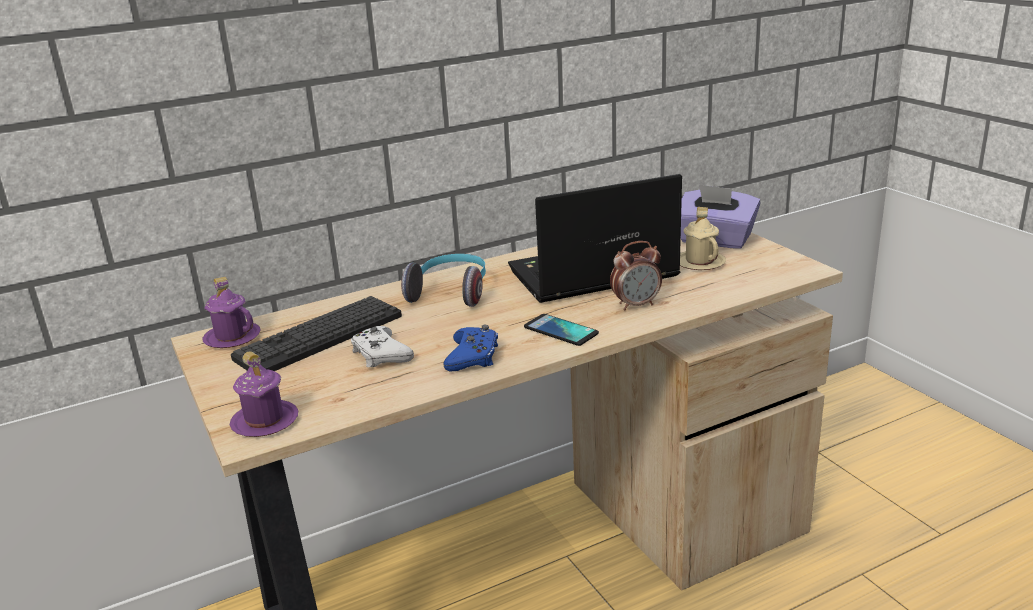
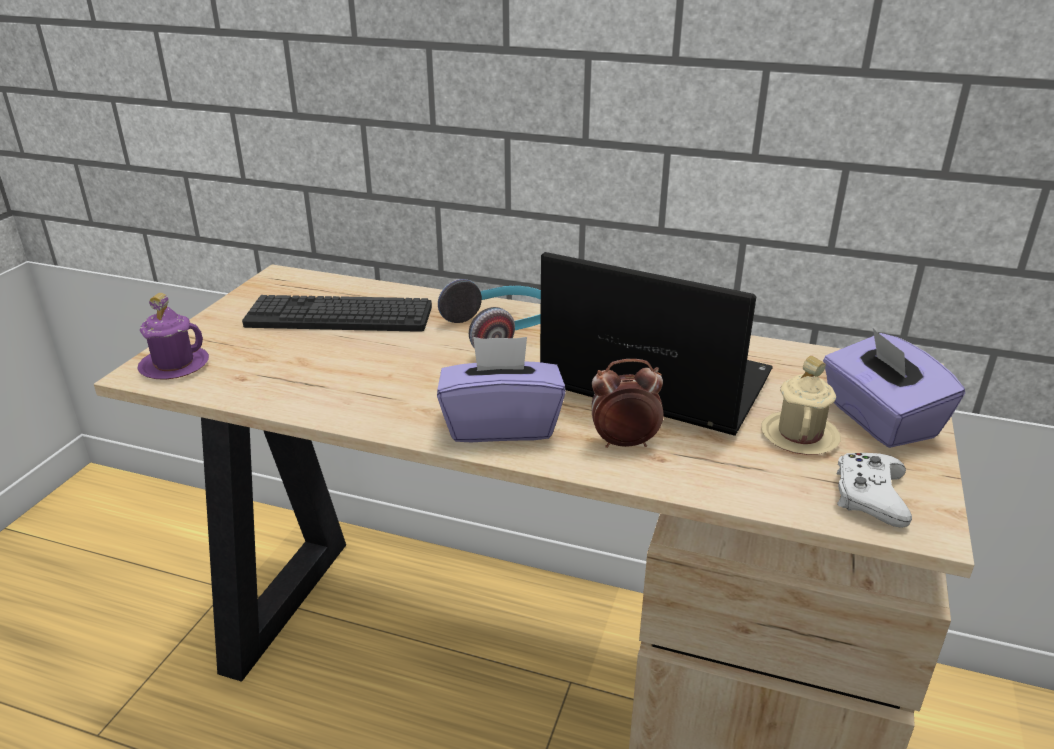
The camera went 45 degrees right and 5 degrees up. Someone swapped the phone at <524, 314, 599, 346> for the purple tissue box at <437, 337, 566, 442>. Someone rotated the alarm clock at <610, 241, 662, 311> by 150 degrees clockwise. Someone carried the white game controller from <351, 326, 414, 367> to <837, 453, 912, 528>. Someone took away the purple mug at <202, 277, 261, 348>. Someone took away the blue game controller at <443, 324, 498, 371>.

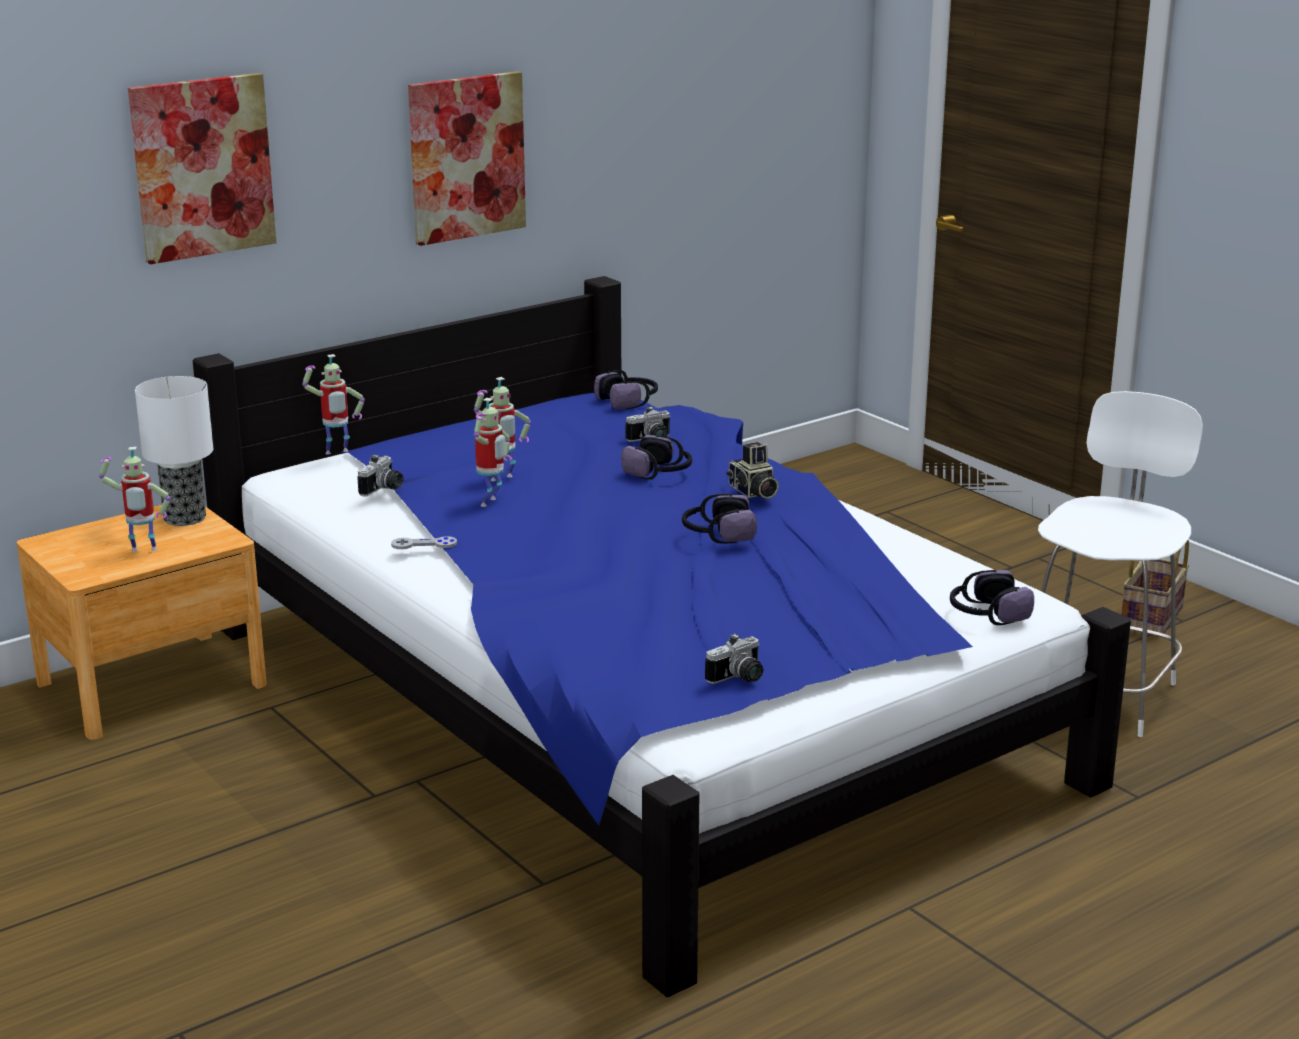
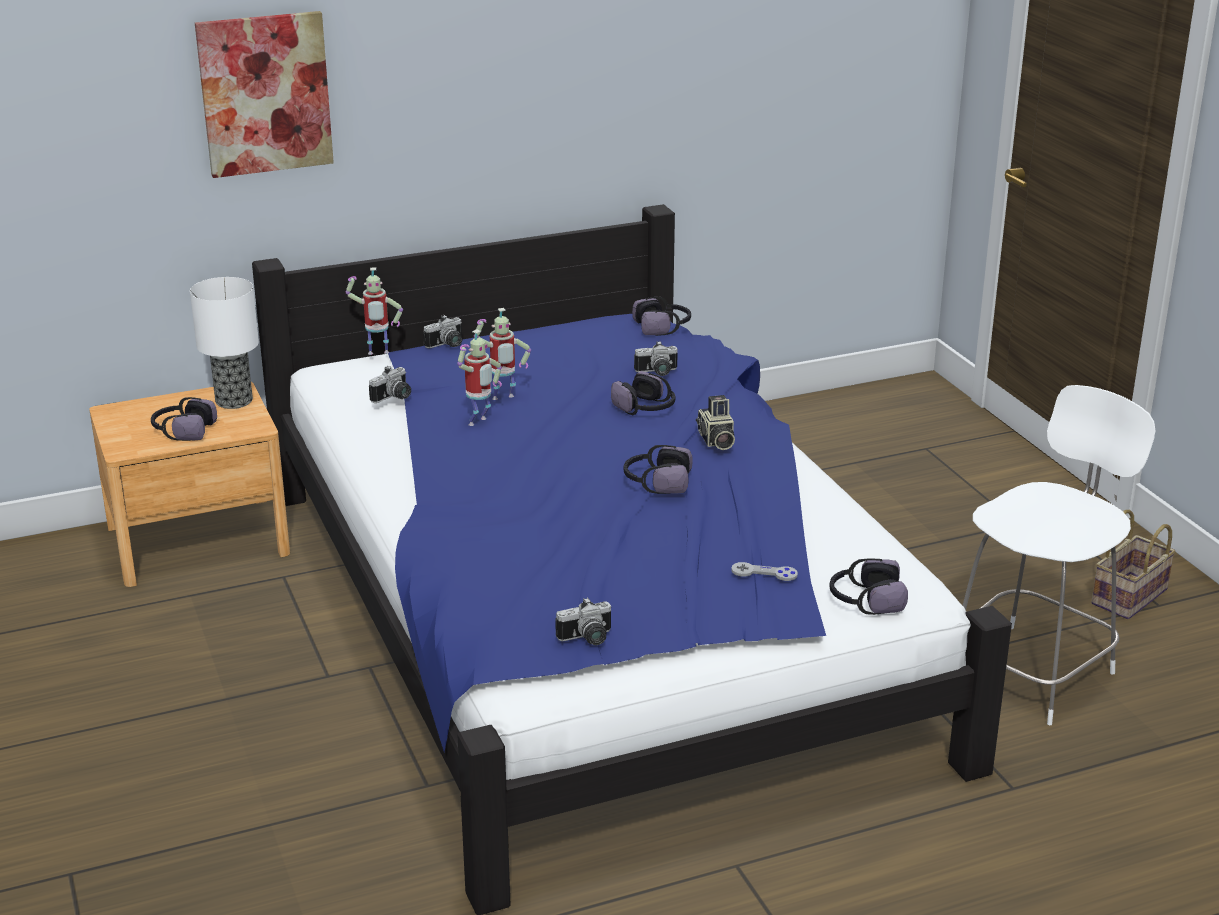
The camera went 15 degrees right and 5 degrees up. Someone swapped the toy robot at <99, 447, 171, 552> for the headphones at <151, 397, 217, 441>. Someone put down the photo camera at <423, 315, 462, 349>. Someone carried the grey game controller from <391, 536, 457, 549> to <731, 562, 798, 581>. Someone took away the picture at <408, 71, 526, 246>.

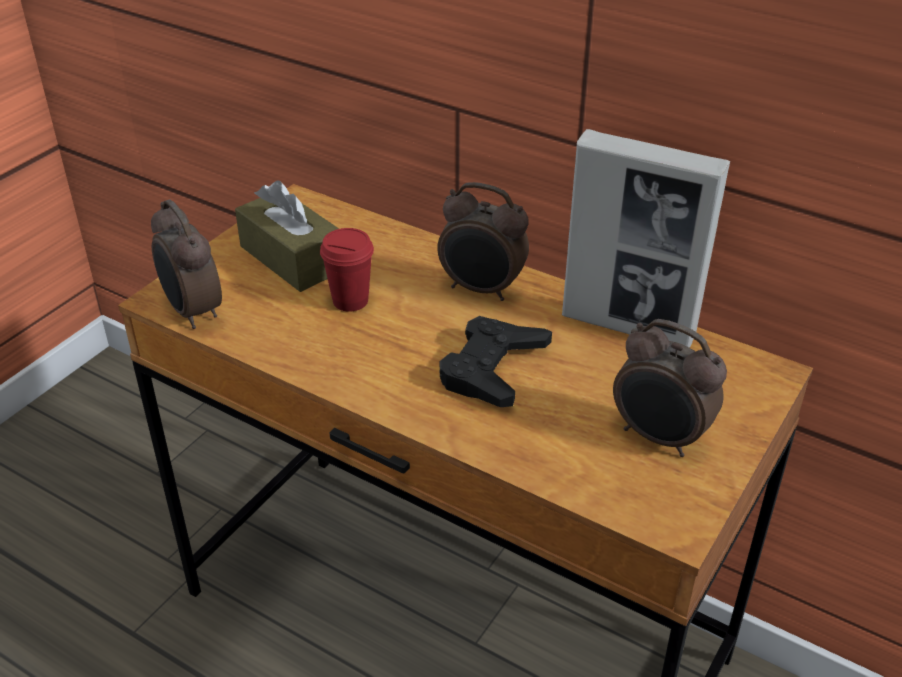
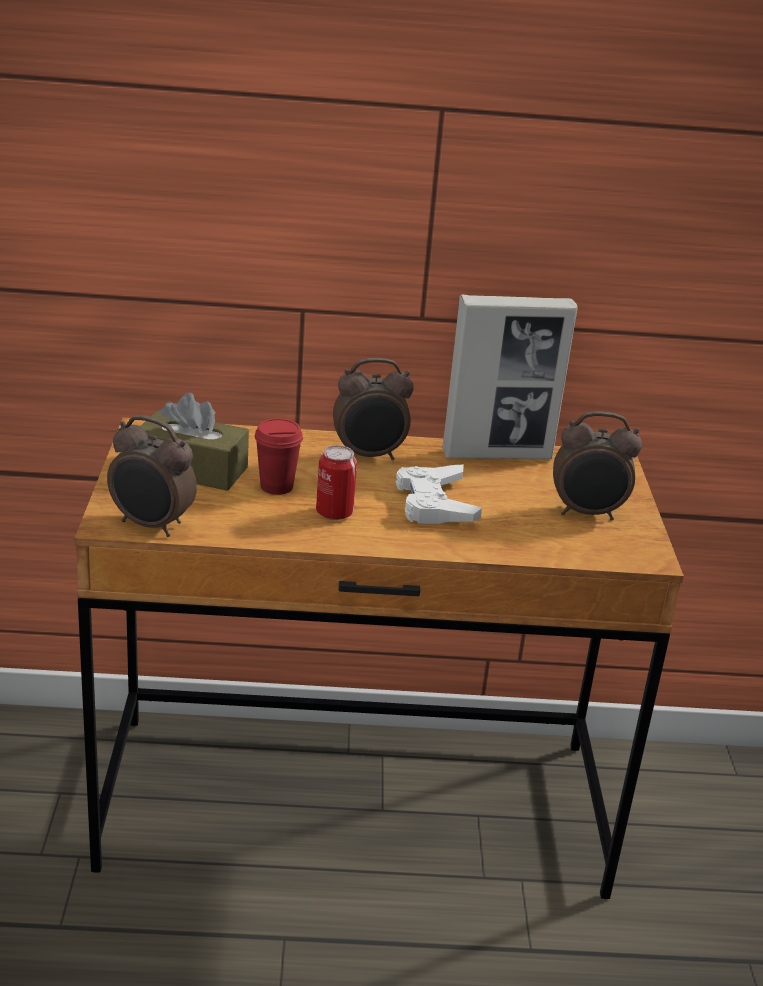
The camera went 35 degrees left and 10 degrees down. Someone put down the can at <316, 445, 357, 520>. Someone repainted the black game controller at <439, 316, 552, 407>, which became the white game controller at <396, 465, 482, 524>.

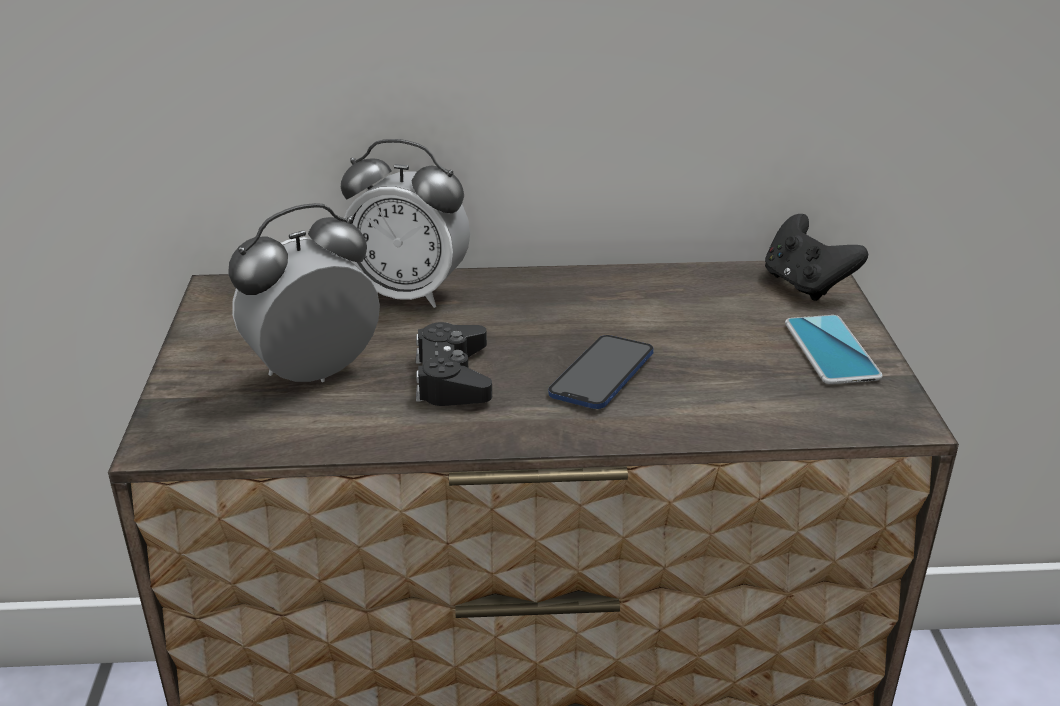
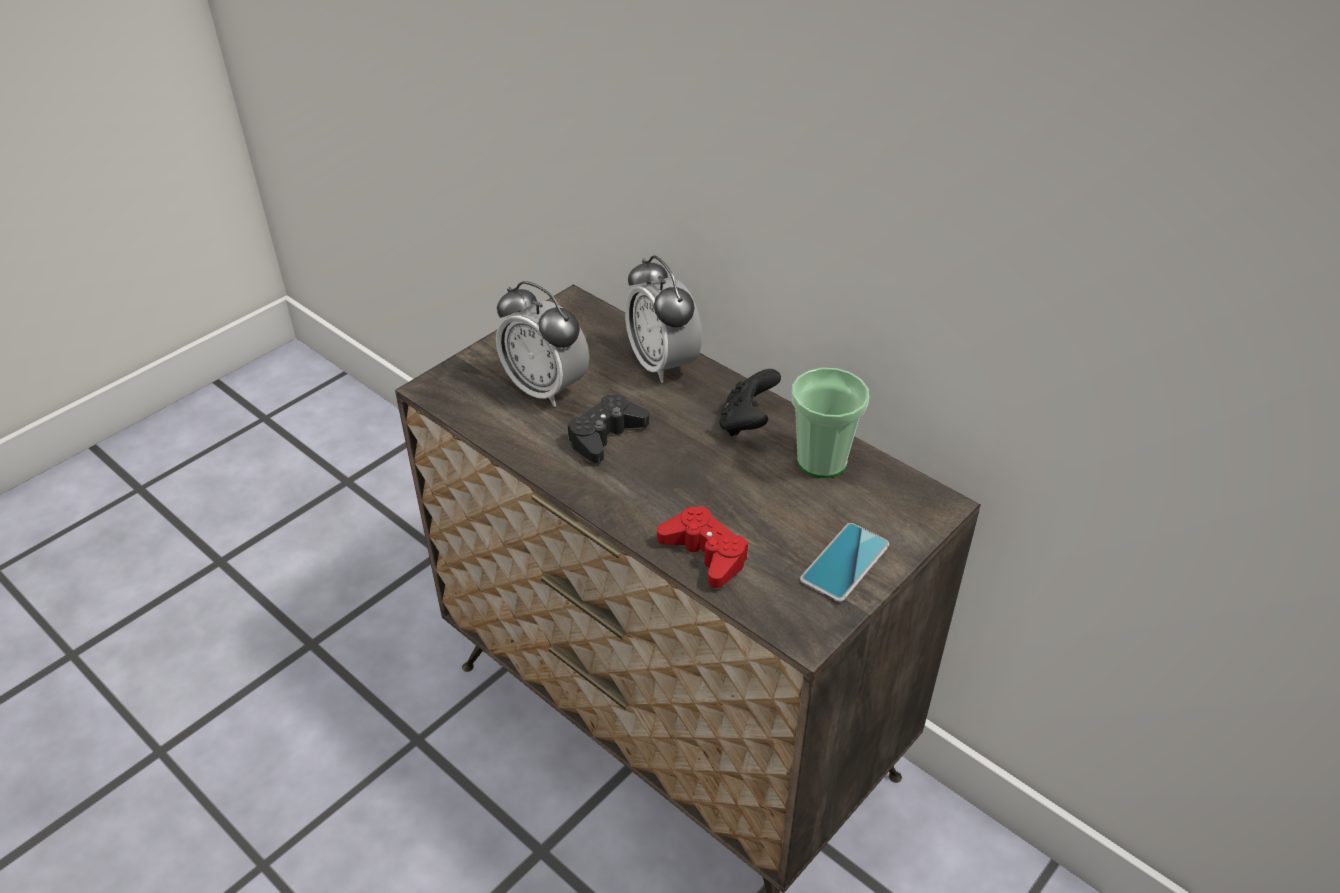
The camera went 45 degrees right and 10 degrees up. Someone rotated the alarm clock at <228, 203, 380, 382> by 150 degrees counterclockwise. Someone put down the red game controller at <657, 506, 748, 588>. Someone carried the black game controller from <765, 214, 868, 301> to <719, 369, 781, 436>. Someone put down the cup at <792, 368, 869, 478>. Someone took away the phone at <548, 335, 653, 409>.

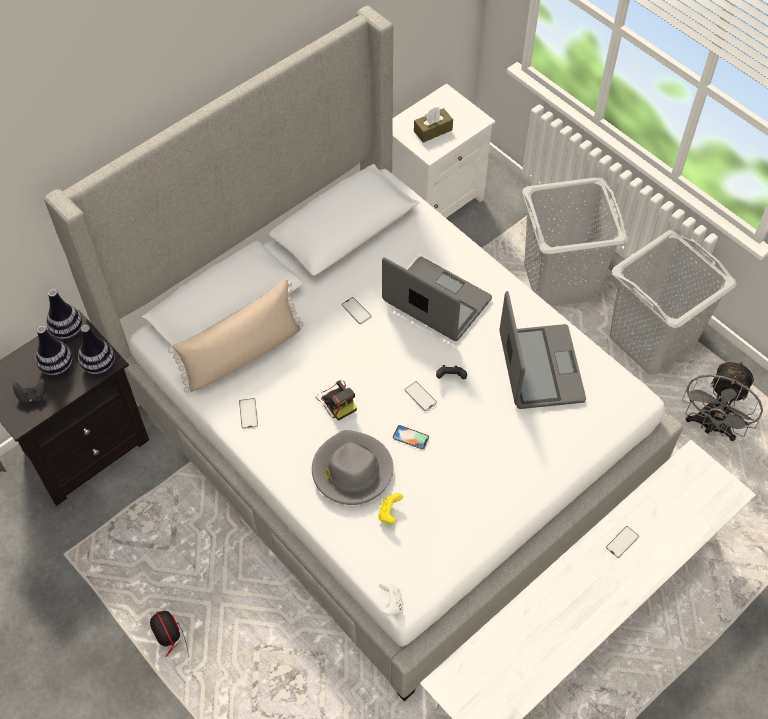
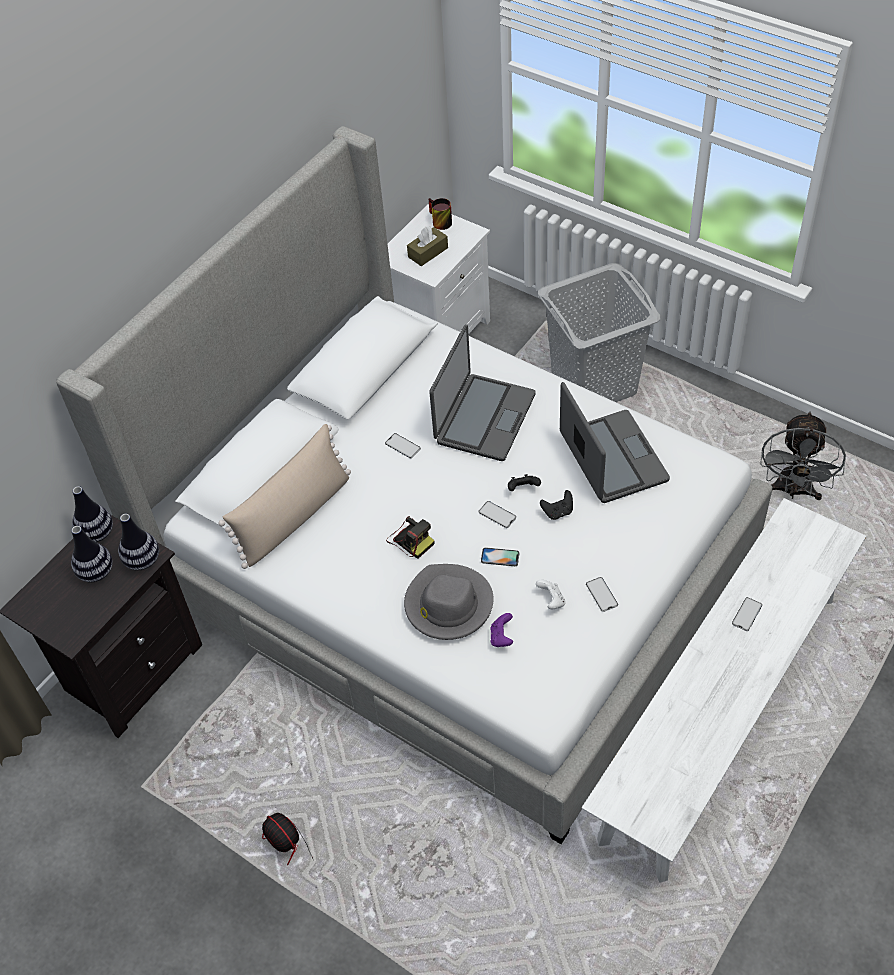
The camera went 10 degrees left and 5 degrees down. Someone put down the mug at <429, 198, 452, 230>. Someone rotated the laptop at <382, 257, 492, 341> by 90 degrees clockwise. Someone repainted the yellow game controller at <378, 493, 403, 524>, which became the purple game controller at <490, 613, 513, 647>. Someone carried the white game controller from <379, 582, 403, 615> to <536, 580, 566, 609>. Someone carried the black game controller from <13, 379, 46, 404> to <540, 490, 573, 520>. Someone carried the phone from <239, 398, 258, 429> to <586, 577, 618, 612>. Someone took away the grey laundry basket at <610, 230, 737, 375>.

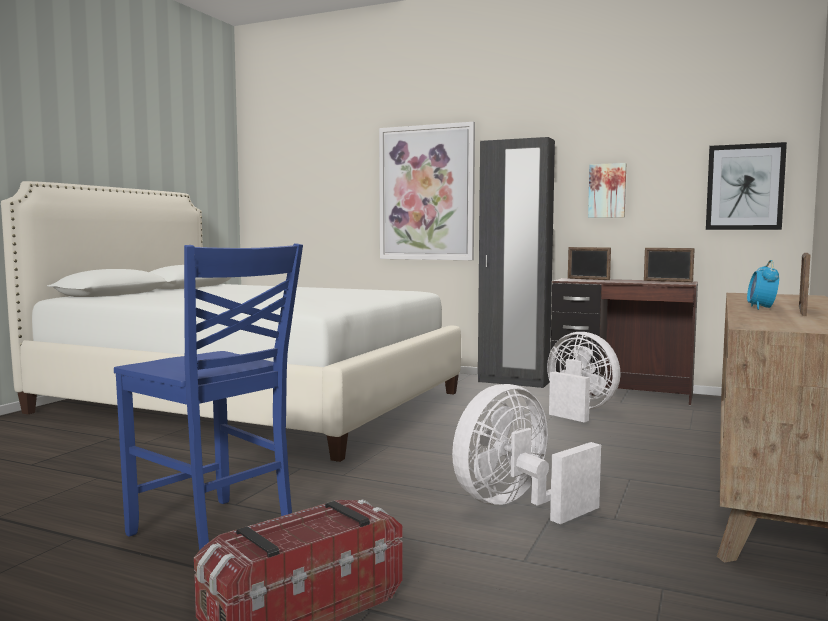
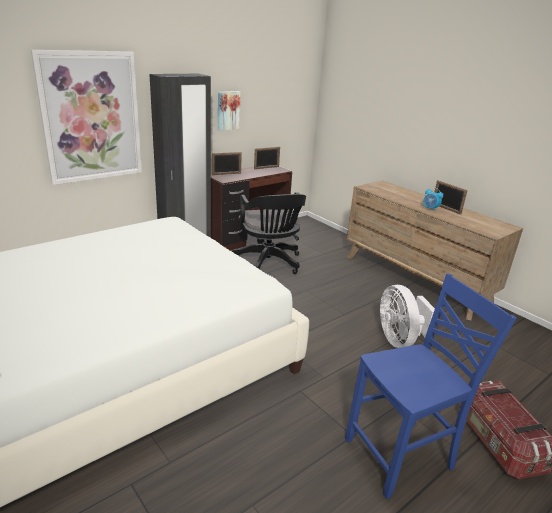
The camera went 65 degrees left and 20 degrees up. Someone swapped the white fan at <547, 332, 620, 422> for the black office chair at <232, 192, 306, 274>. Someone took away the picture at <706, 142, 787, 230>.

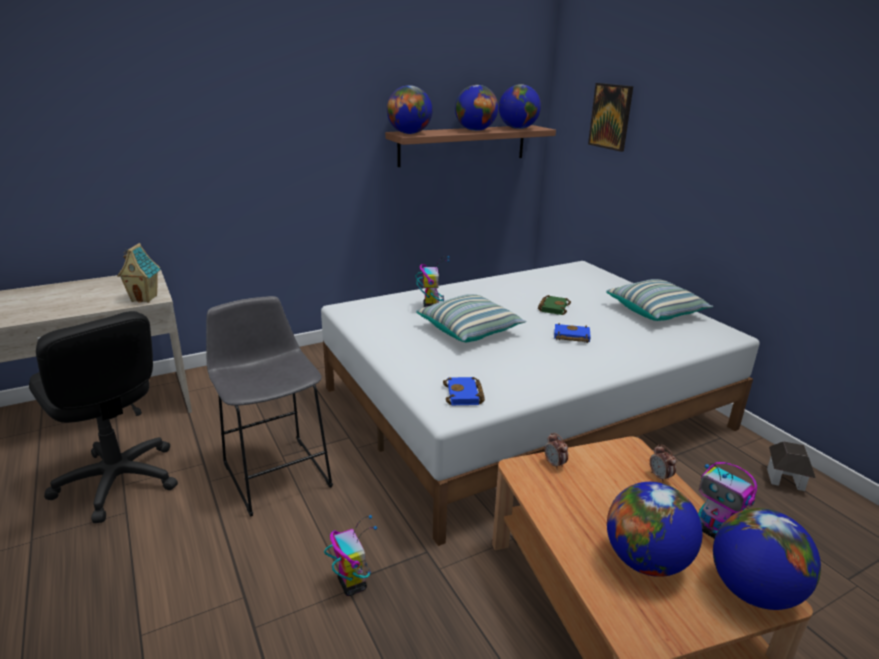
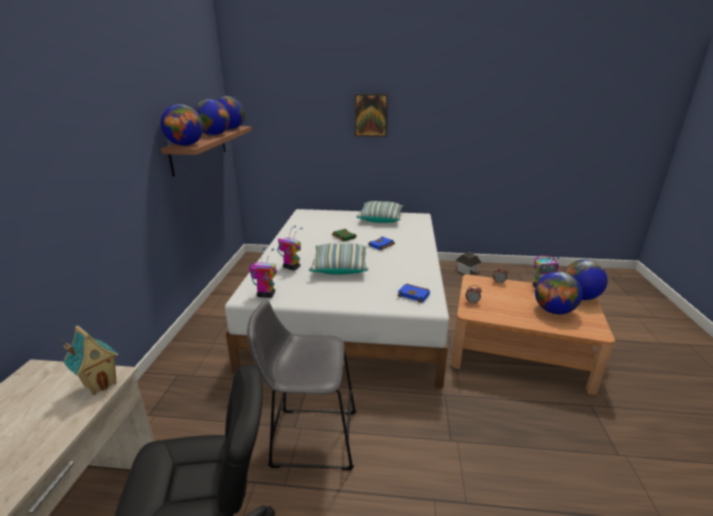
The camera went 55 degrees left and 0 degrees up. Someone carried the toy robot from <324, 515, 377, 596> to <249, 248, 277, 298>. Someone carried the picture from <588, 83, 633, 152> to <355, 94, 388, 137>.

